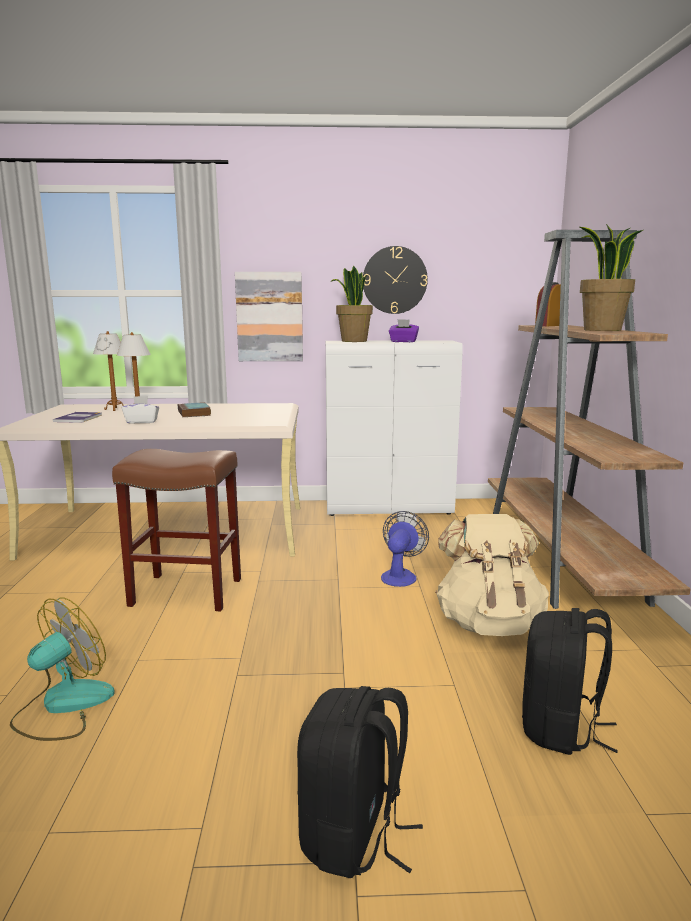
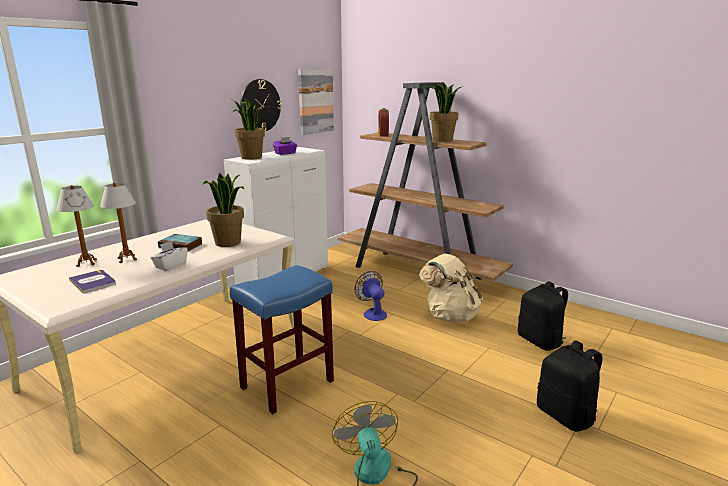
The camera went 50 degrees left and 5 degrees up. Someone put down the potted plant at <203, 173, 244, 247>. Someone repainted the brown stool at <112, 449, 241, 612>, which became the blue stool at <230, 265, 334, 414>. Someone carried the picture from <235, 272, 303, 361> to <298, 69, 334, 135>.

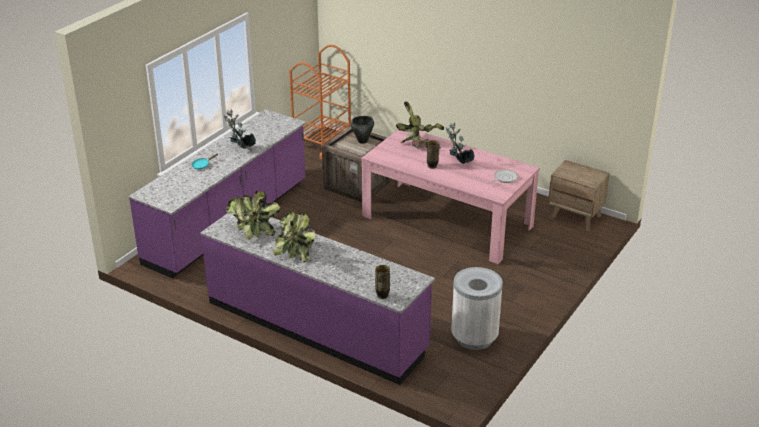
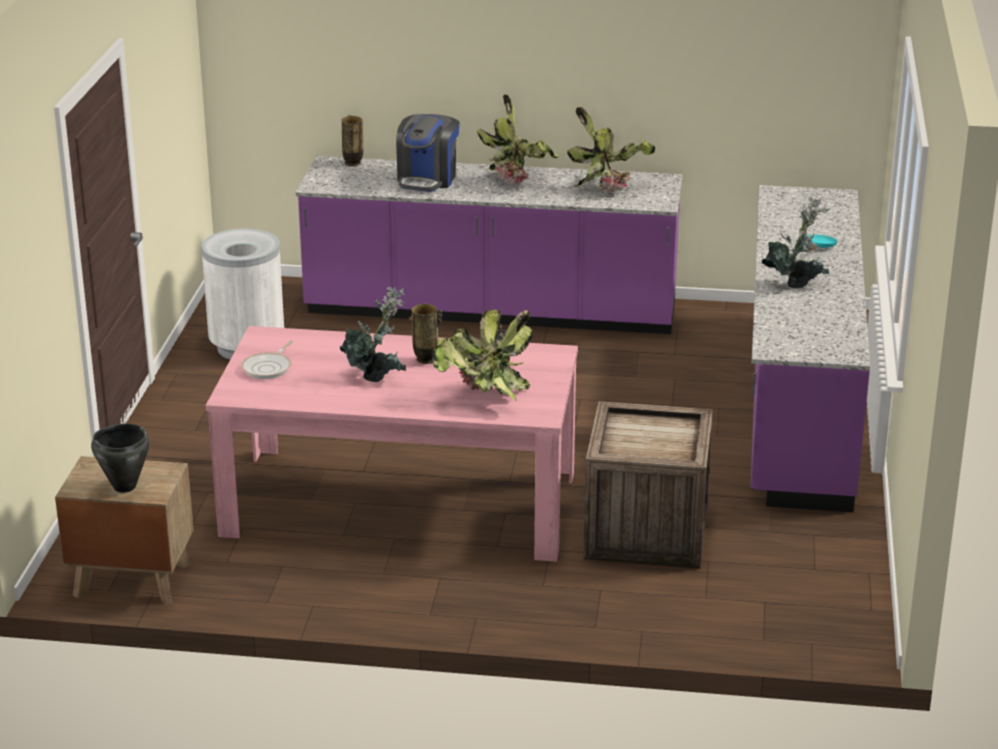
The camera went 155 degrees right and 5 degrees down. Someone carried the black cooking pot from <351, 116, 374, 144> to <91, 424, 150, 493>. Someone put down the coffee machine at <396, 114, 460, 192>. Someone took away the orange cart at <289, 45, 351, 159>.

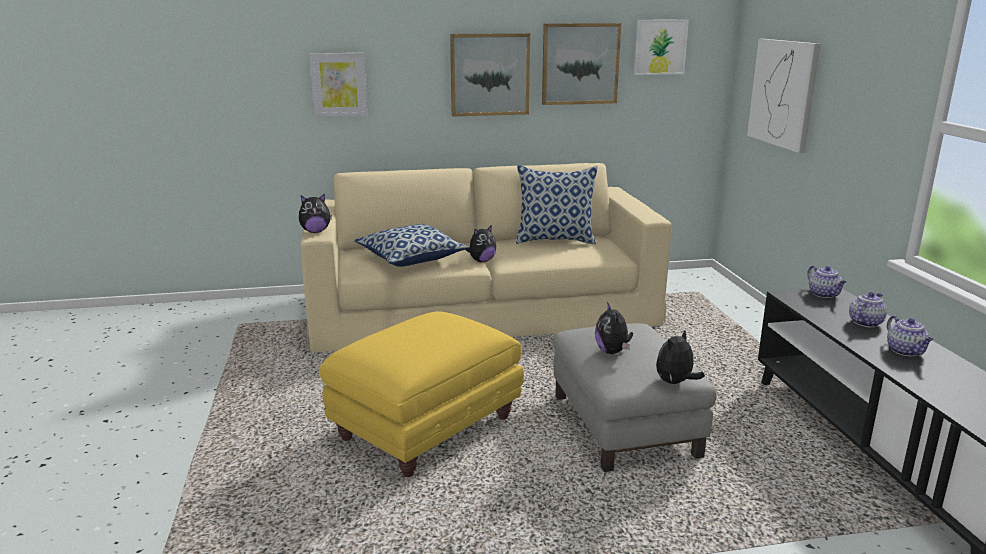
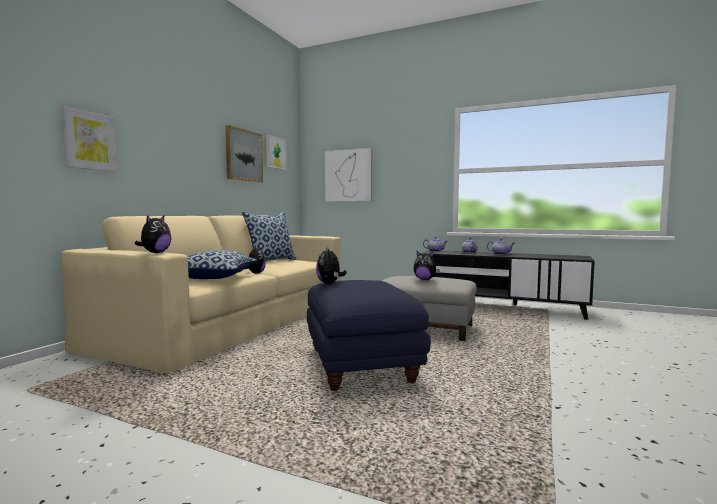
The camera went 55 degrees left and 15 degrees down. Someone repainted the yellow ottoman at <319, 311, 524, 477>, which became the blue ottoman at <307, 280, 431, 391>. Someone carried the plush toy from <656, 330, 705, 384> to <316, 247, 346, 284>. Someone took away the picture at <450, 33, 530, 117>.

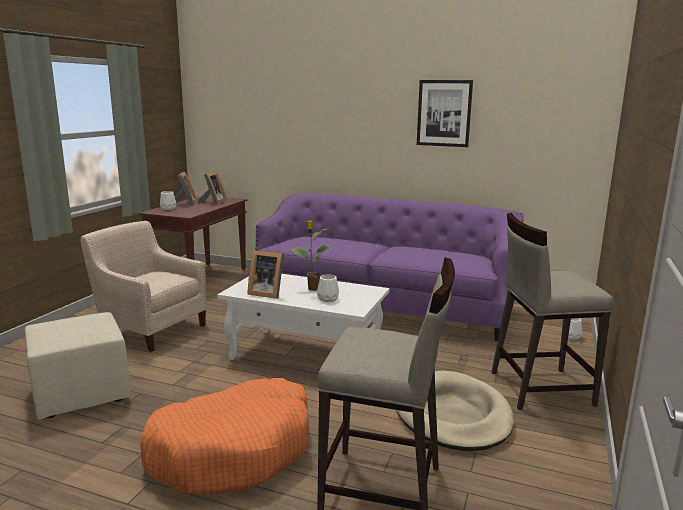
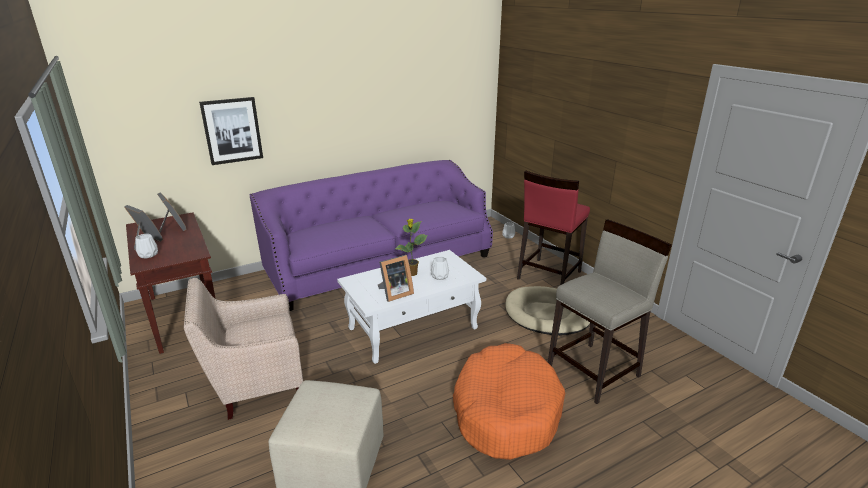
The camera went 50 degrees left and 10 degrees up. Someone carried the picture from <417, 80, 473, 147> to <199, 97, 263, 165>. Someone repainted the beige stool at <491, 213, 613, 410>, which became the red stool at <517, 171, 590, 285>.

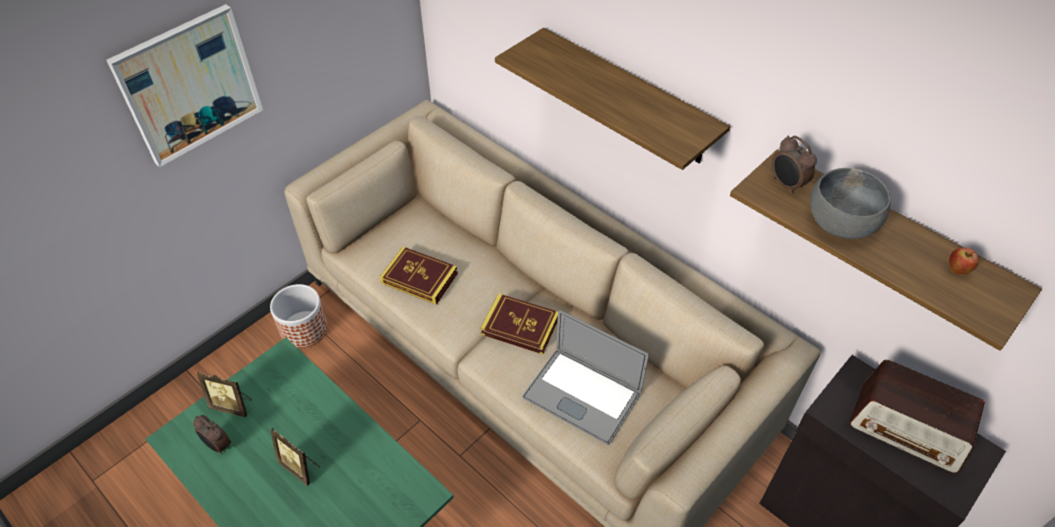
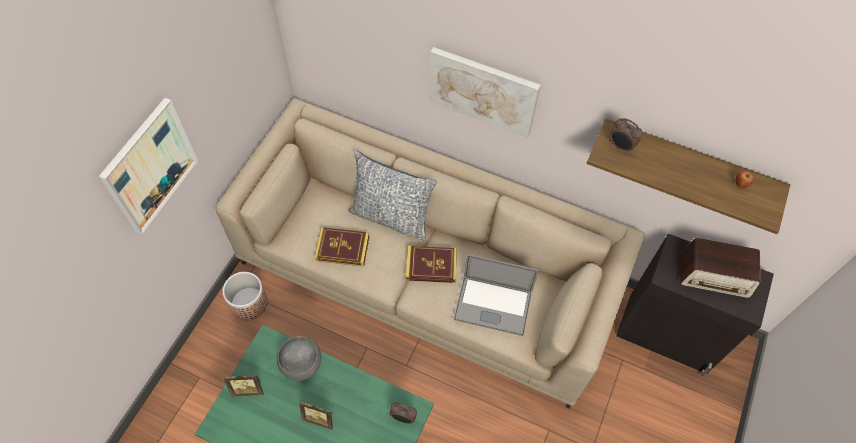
The camera went 20 degrees left and 10 degrees up. Someone carried the grey bowl from <810, 168, 891, 239> to <277, 336, 322, 381>. Someone put down the pillow at <348, 150, 437, 241>. Someone carried the alarm clock from <193, 415, 231, 454> to <390, 402, 417, 423>. Someone swapped the shelf at <495, 28, 730, 170> for the picture at <429, 47, 541, 138>.

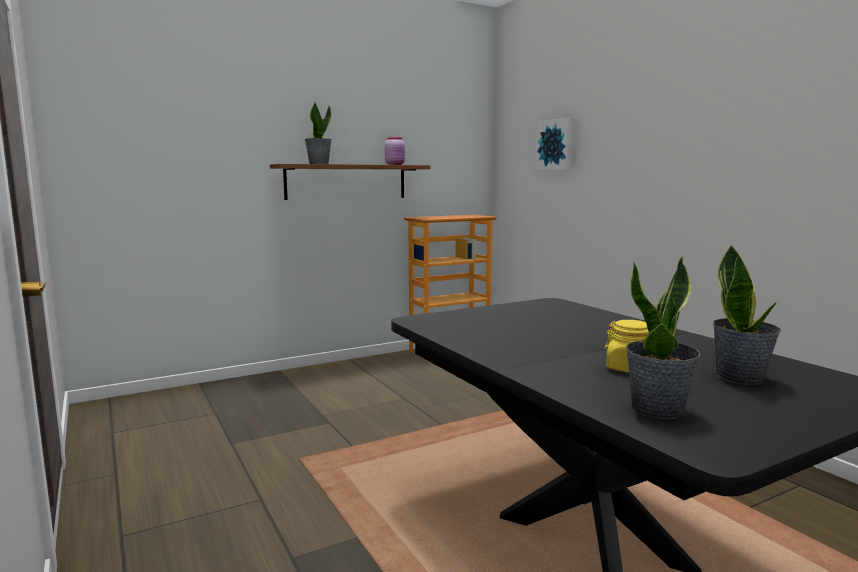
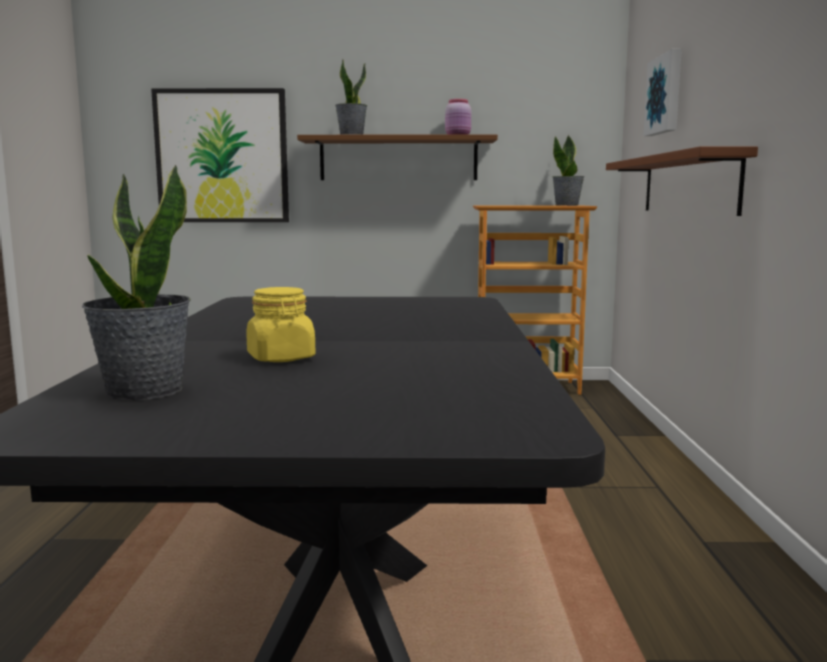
The camera went 30 degrees right and 0 degrees up. Someone put up the picture at <151, 88, 289, 222>. Someone carried the potted plant from <713, 245, 781, 385> to <552, 135, 585, 206>. Someone put up the brown shelf at <606, 146, 758, 216>.

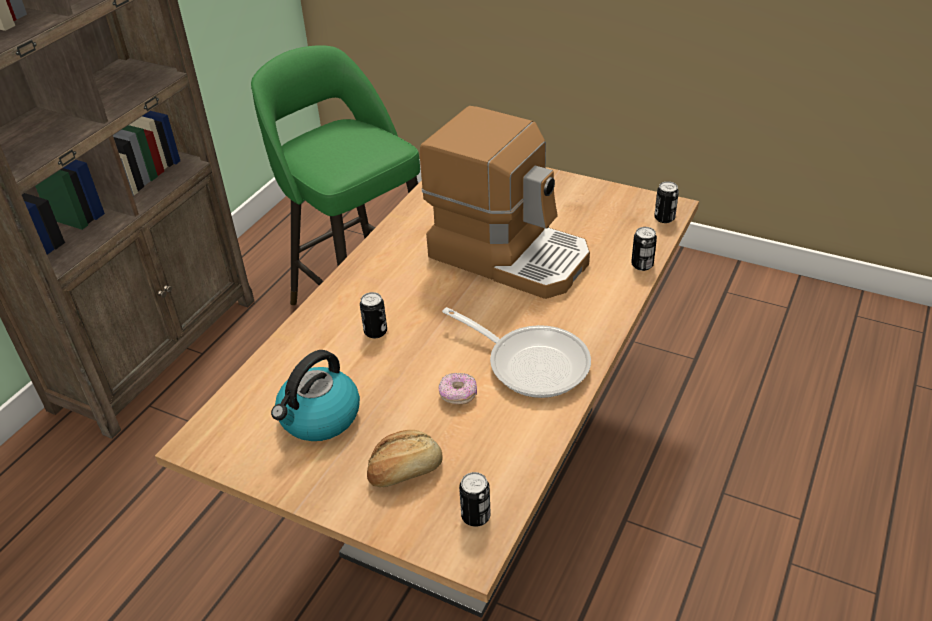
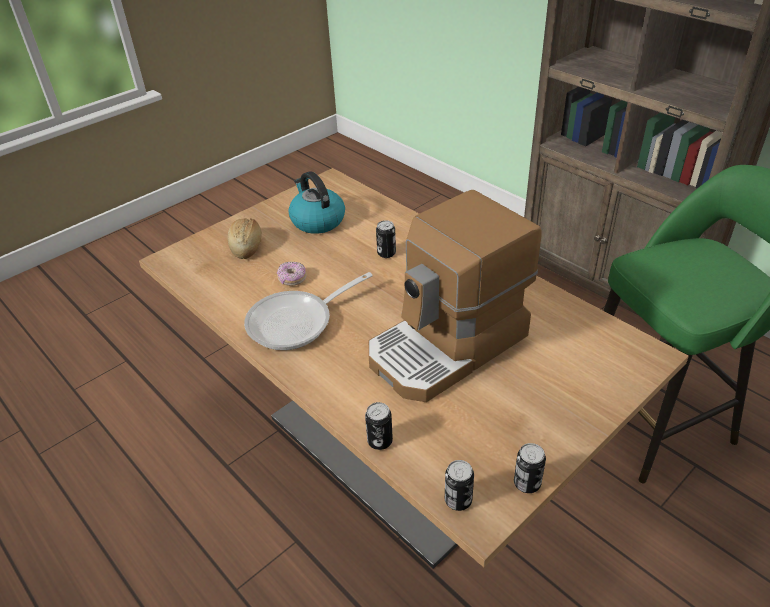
The camera went 110 degrees right and 0 degrees up. Someone carried the can from <459, 472, 491, 527> to <514, 443, 546, 493>.

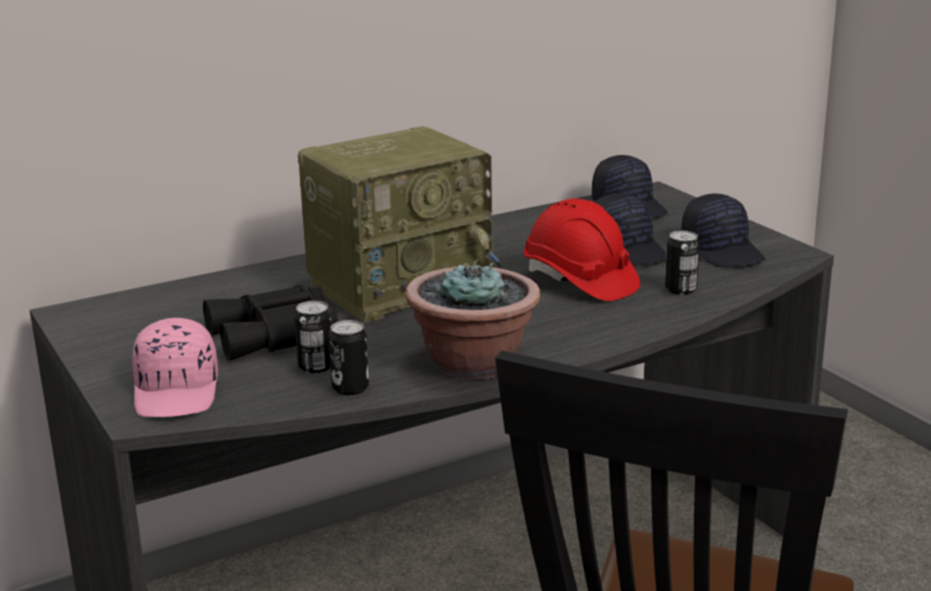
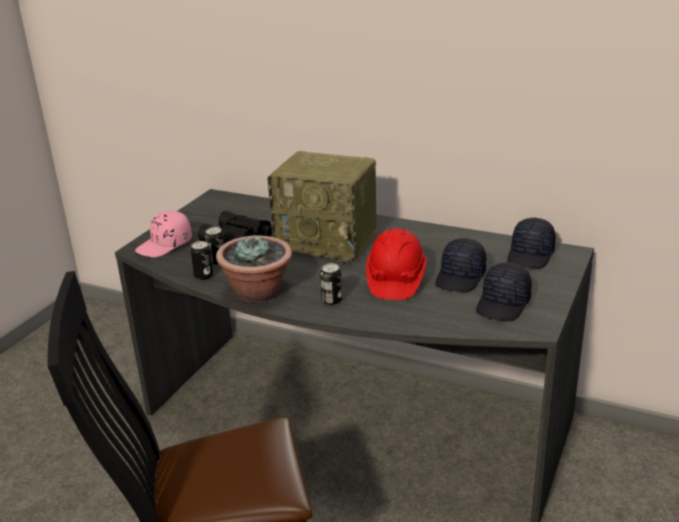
The camera went 55 degrees right and 5 degrees up. Someone carried the can from <665, 231, 700, 295> to <320, 263, 342, 305>.

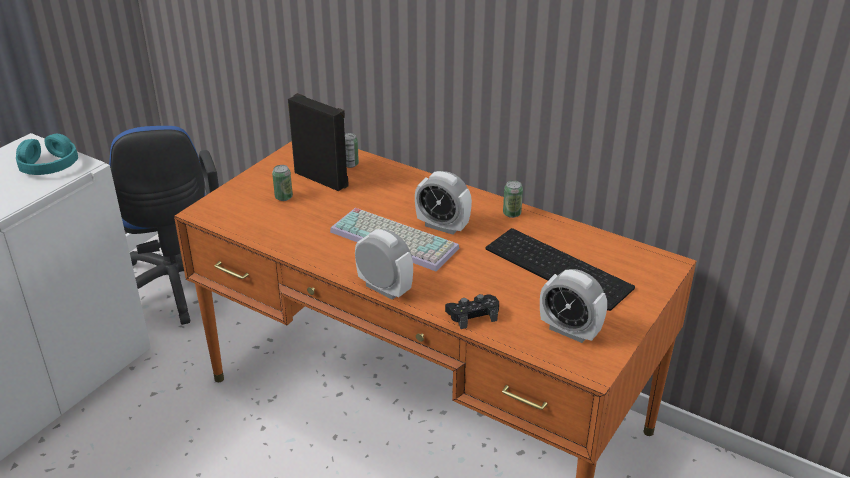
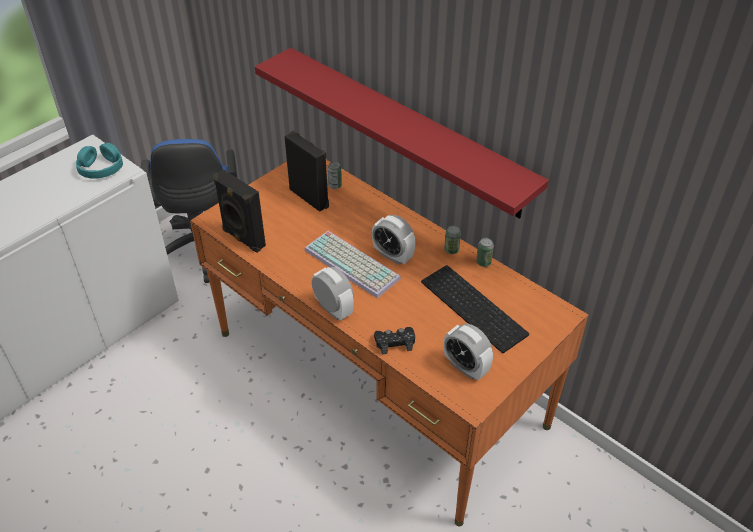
The camera went 10 degrees right and 10 degrees up. Someone put down the black speaker at <214, 170, 266, 253>. Someone put up the red shelf at <255, 48, 549, 219>. Someone carried the can from <272, 165, 293, 201> to <476, 238, 494, 267>.

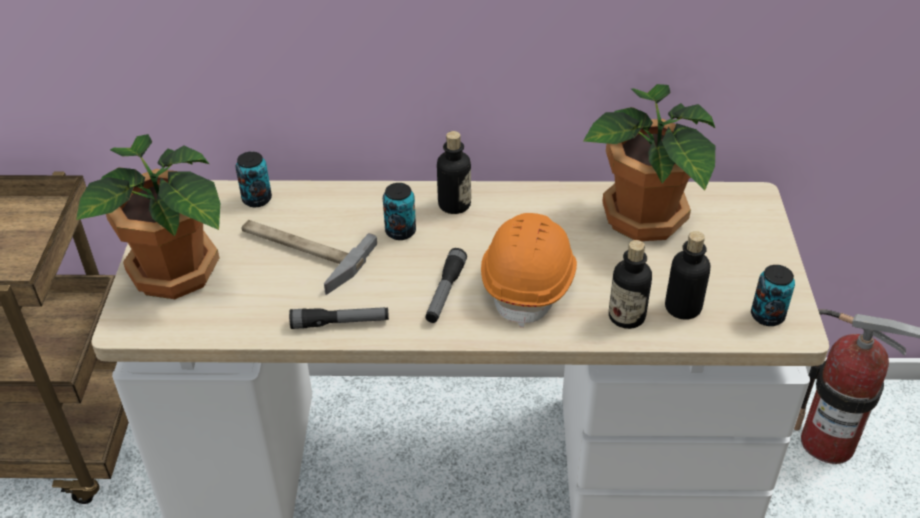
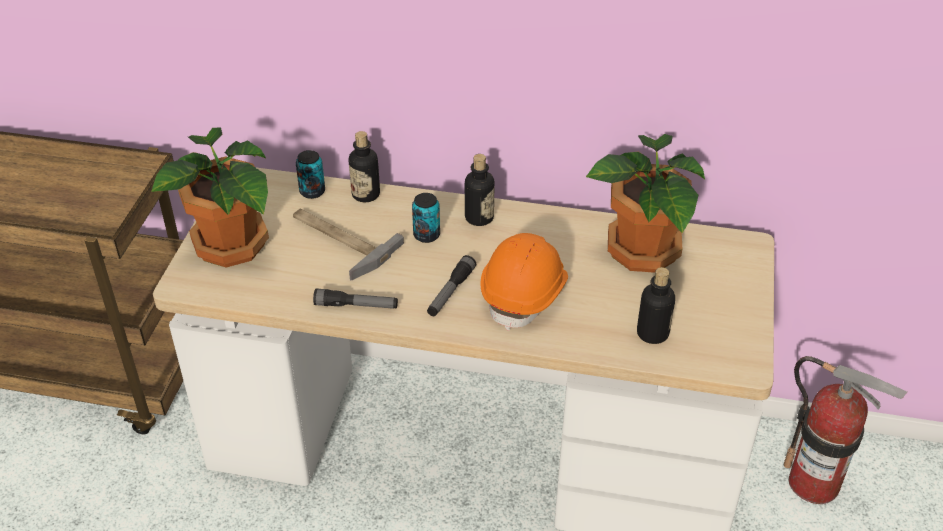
The camera went 10 degrees right and 0 degrees up. Someone carried the bottle from <609, 240, 652, 329> to <349, 131, 380, 202>. Someone took away the can at <751, 265, 795, 326>.

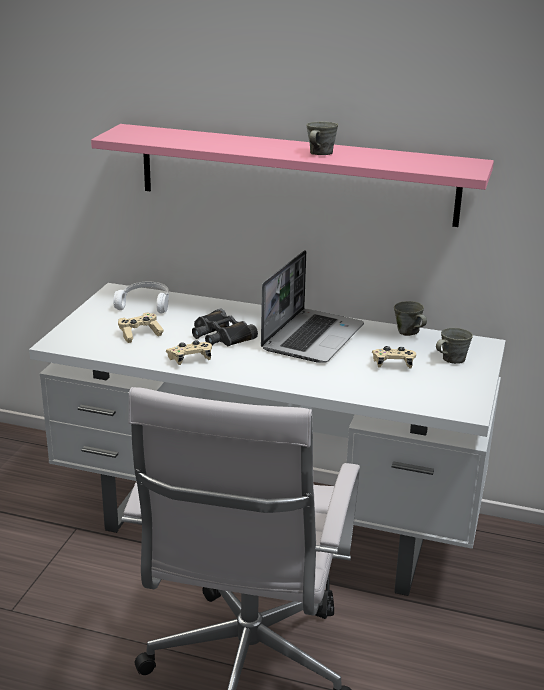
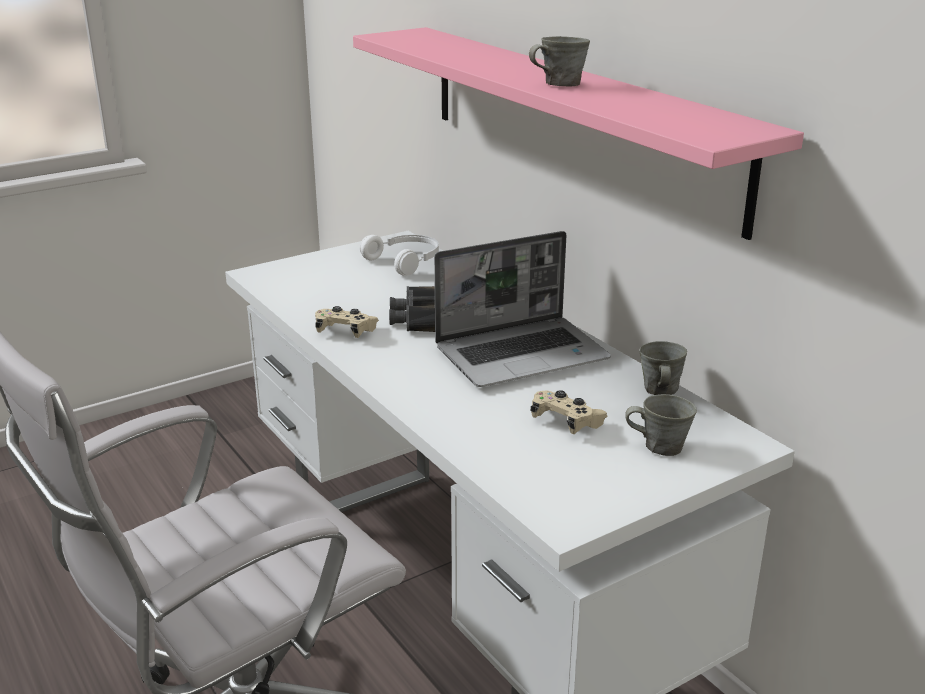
The camera went 40 degrees right and 0 degrees up. Someone took away the beige game controller at <118, 312, 164, 343>.

